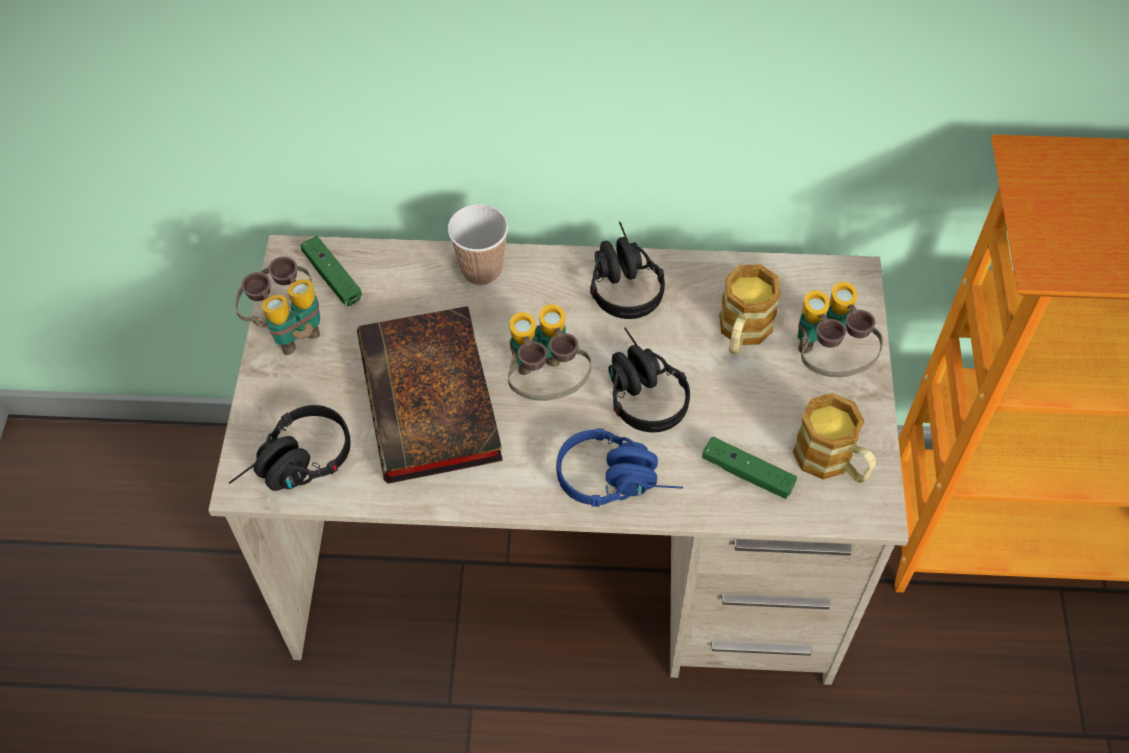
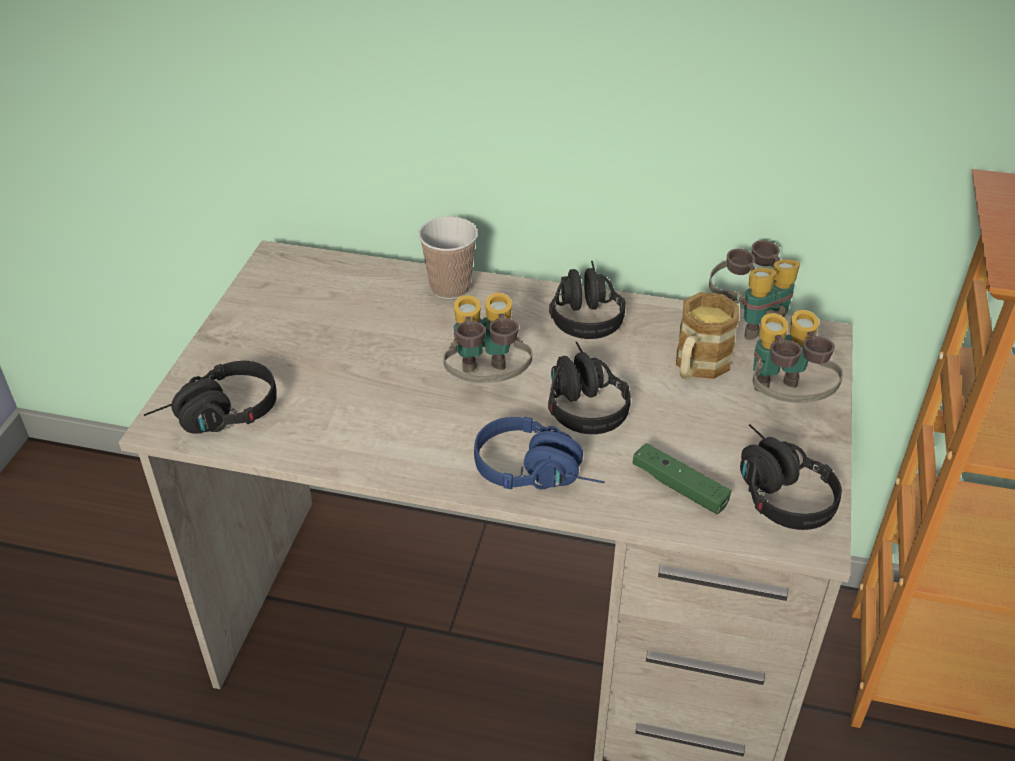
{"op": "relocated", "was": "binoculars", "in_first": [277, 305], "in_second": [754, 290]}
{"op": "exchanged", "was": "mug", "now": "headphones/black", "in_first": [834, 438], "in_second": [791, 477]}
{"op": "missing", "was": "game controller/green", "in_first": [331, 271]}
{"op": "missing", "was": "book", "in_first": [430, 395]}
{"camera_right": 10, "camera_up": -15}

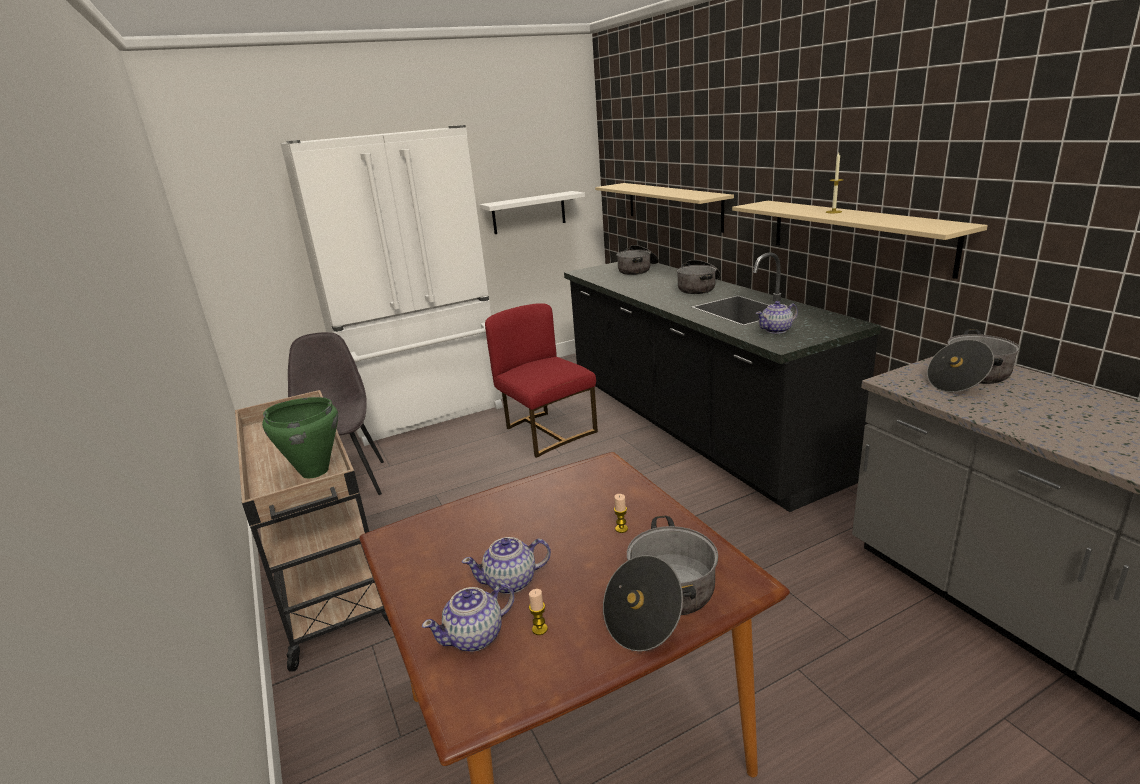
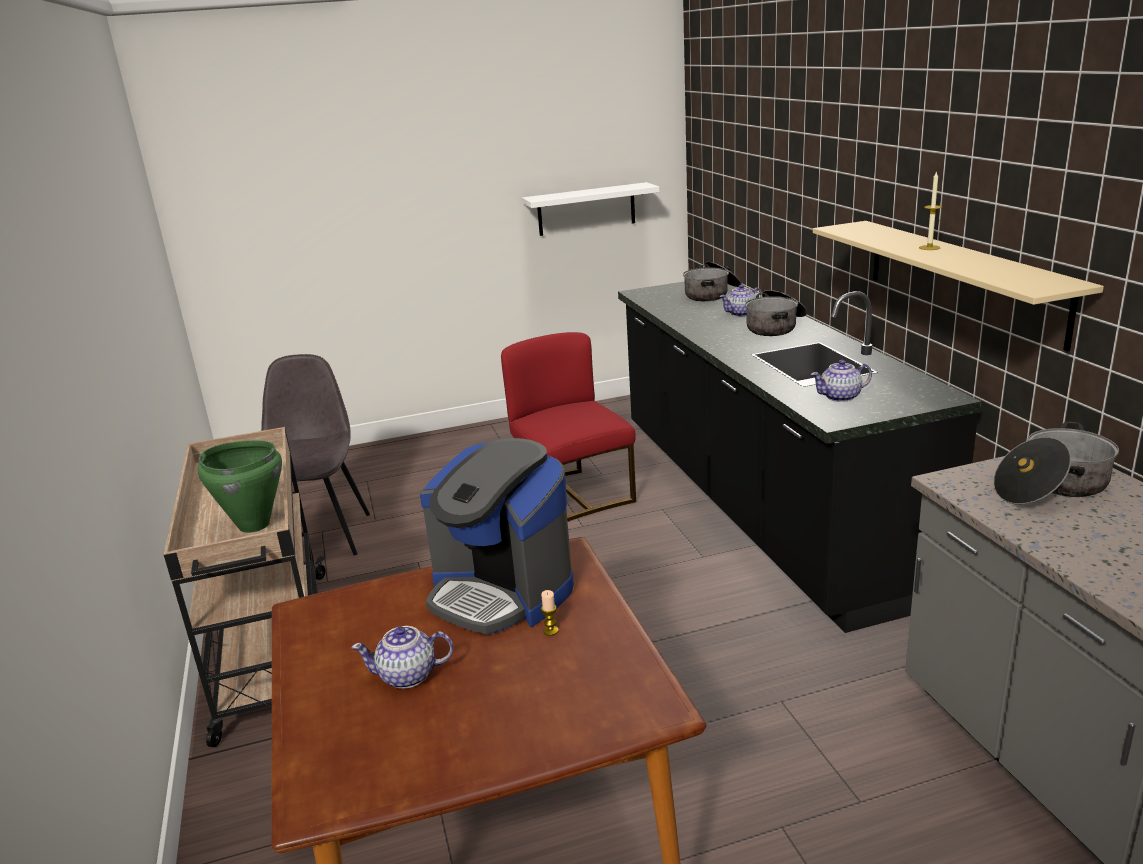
{"op": "appeared", "now": "coffee machine", "in_second": [497, 536]}
{"op": "relocated", "was": "teapot", "in_first": [468, 617], "in_second": [740, 301]}
{"op": "missing", "was": "fridge/white", "in_first": [391, 285]}
{"op": "missing", "was": "candle", "in_first": [538, 612]}
{"op": "missing", "was": "shelf/beige", "in_first": [664, 208]}
{"op": "missing", "was": "cooking pot", "in_first": [660, 584]}
{"camera_right": 10, "camera_up": 0}

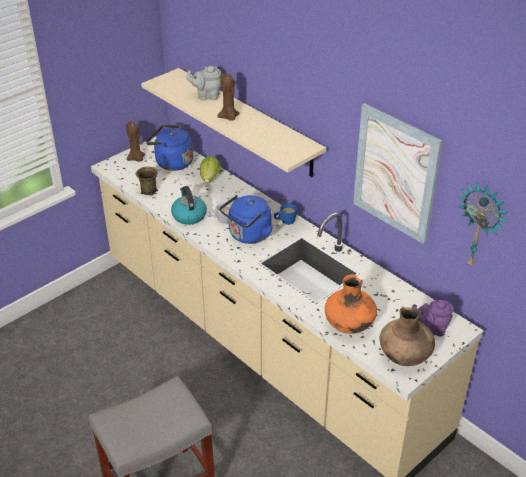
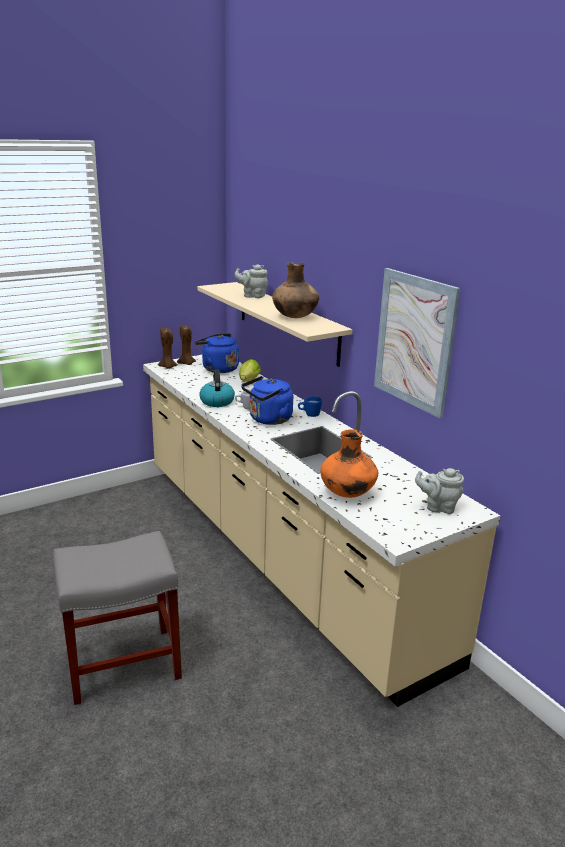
{"op": "relocated", "was": "candle/brown", "in_first": [228, 97], "in_second": [168, 348]}
{"op": "relocated", "was": "vase/brown", "in_first": [407, 336], "in_second": [295, 290]}
{"op": "colour", "was": "teapot/purple", "now": "teapot/grey", "in_first": [433, 318], "in_second": [439, 491]}
{"op": "missing", "was": "mug/brown", "in_first": [147, 181]}
{"op": "missing", "was": "wall clock", "in_first": [483, 225]}
{"camera_right": 10, "camera_up": -15}

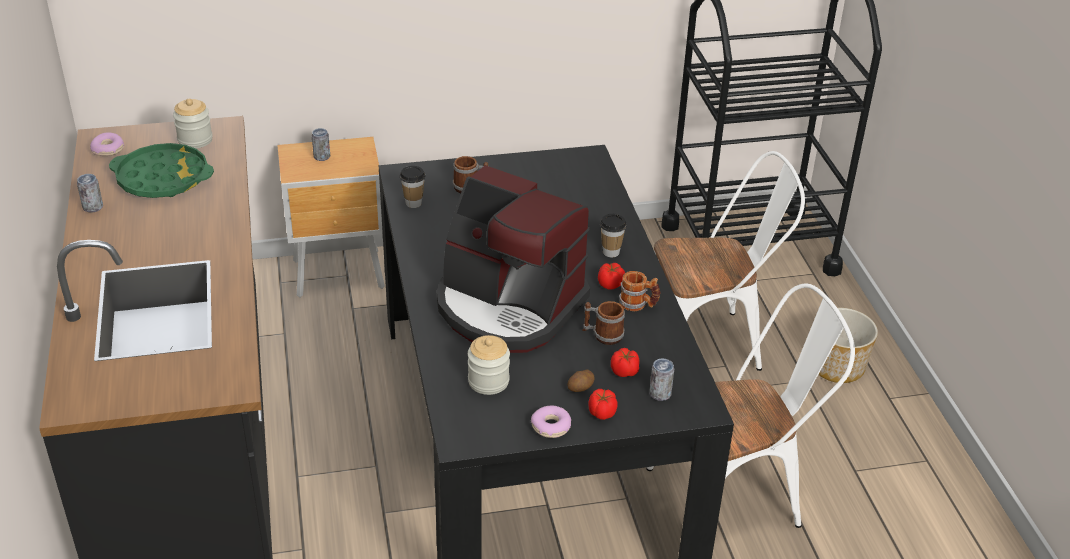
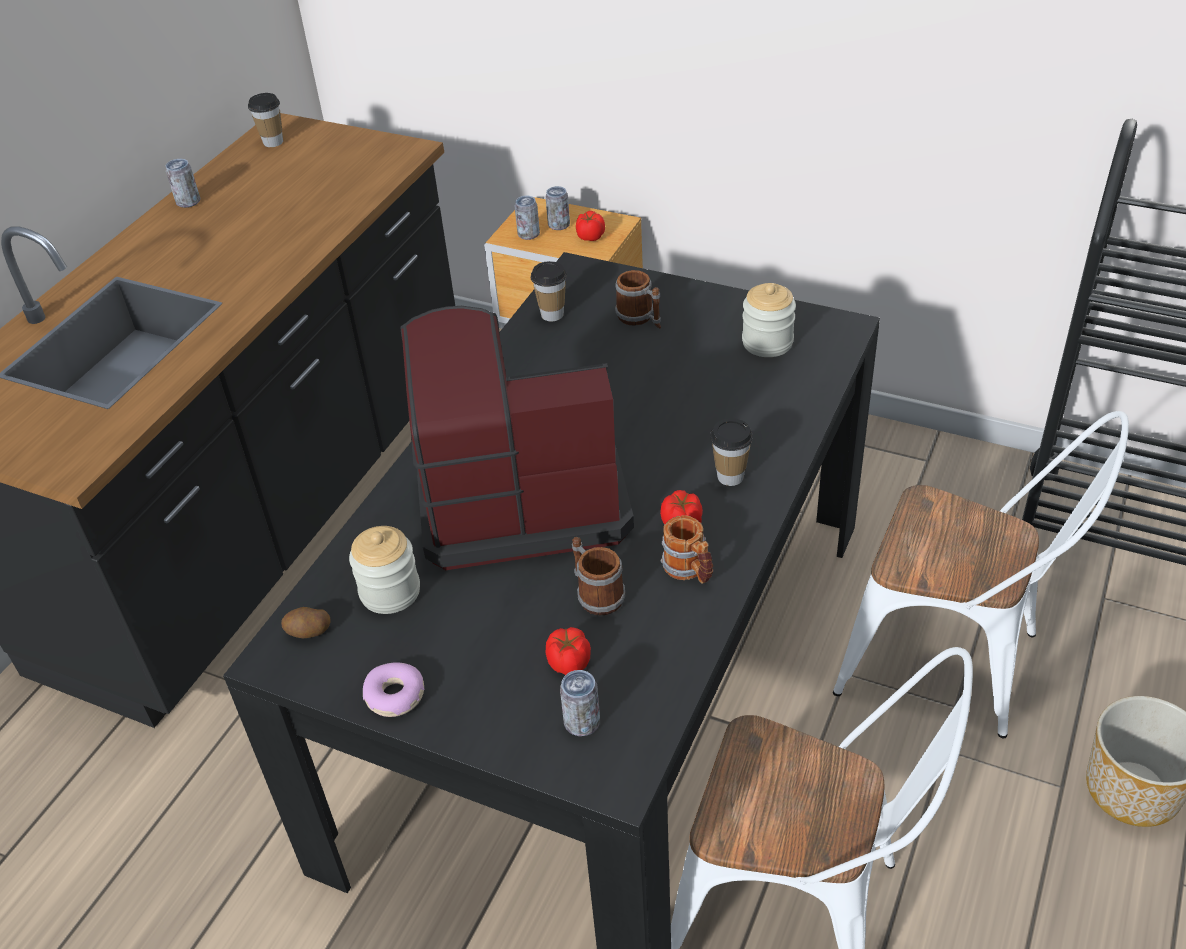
{"op": "exchanged", "was": "donut", "now": "cup", "in_first": [107, 144], "in_second": [265, 120]}
{"op": "relocated", "was": "potato", "in_first": [581, 380], "in_second": [305, 622]}
{"op": "spun", "was": "coffee machine", "in_first": [513, 259], "in_second": [517, 438], "clockwise": 105}
{"op": "appeared", "now": "can", "in_second": [527, 218]}
{"op": "relocated", "was": "tomato", "in_first": [603, 404], "in_second": [590, 226]}
{"op": "relocated", "was": "jar", "in_first": [193, 123], "in_second": [769, 320]}
{"op": "missing", "was": "tray/green", "in_first": [161, 170]}
{"camera_right": 40, "camera_up": 5}

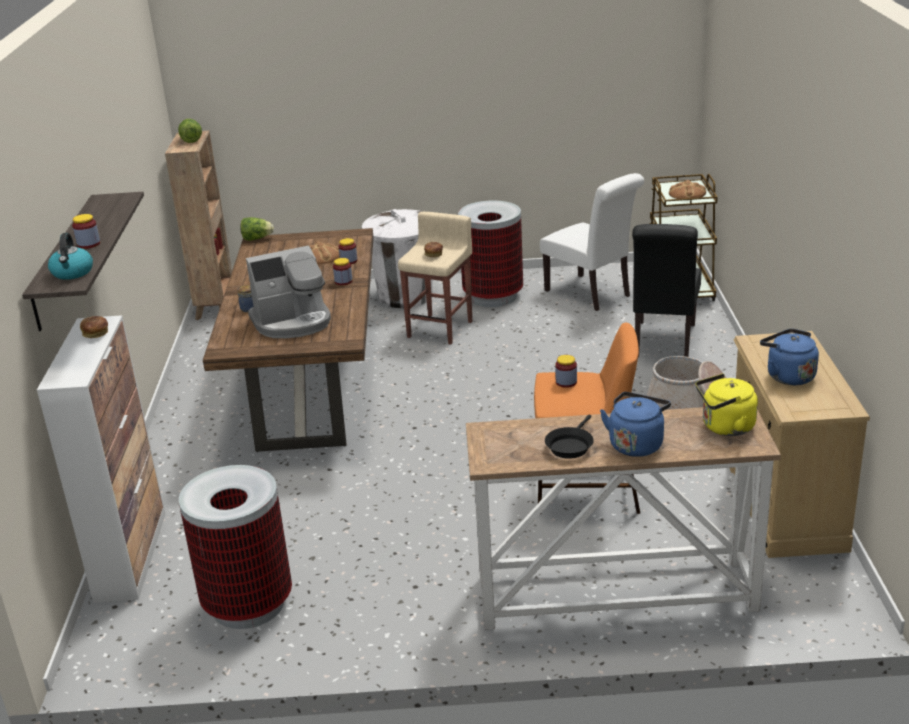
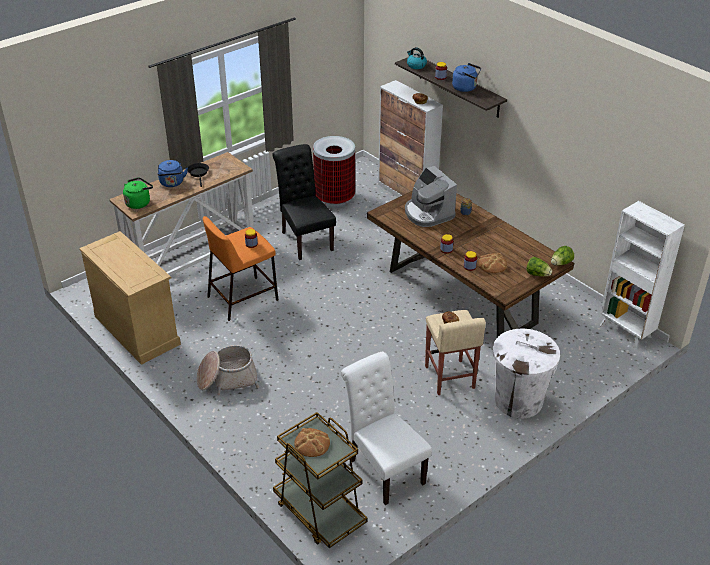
{"op": "colour", "was": "kettle/yellow", "now": "kettle/green", "in_first": [727, 405], "in_second": [138, 193]}
{"op": "relocated", "was": "chair/black", "in_first": [667, 290], "in_second": [304, 202]}
{"op": "spun", "was": "chair/white", "in_first": [592, 242], "in_second": [386, 428], "clockwise": 45}
{"op": "spun", "was": "coffee machine", "in_first": [288, 291], "in_second": [431, 196], "clockwise": -60}
{"op": "relocated", "was": "kettle/blue", "in_first": [789, 357], "in_second": [466, 77]}
{"op": "relocated", "was": "lettuce", "in_first": [190, 131], "in_second": [539, 267]}
{"op": "colour", "was": "bookcase/brown", "now": "bookcase/white", "in_first": [198, 225], "in_second": [642, 274]}
{"op": "missing", "was": "trash can", "in_first": [490, 254]}
{"camera_right": 140, "camera_up": 10}

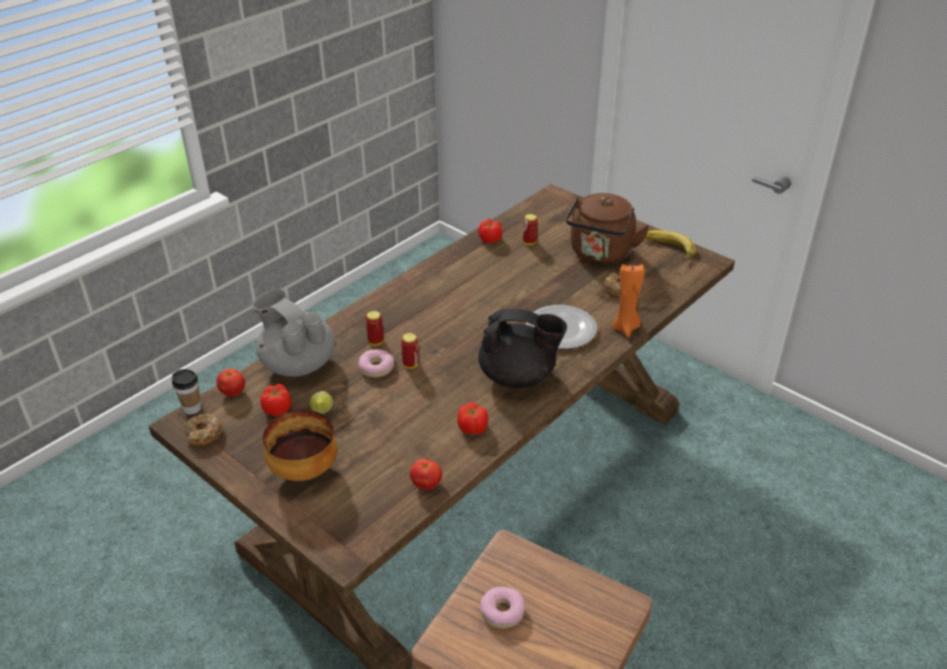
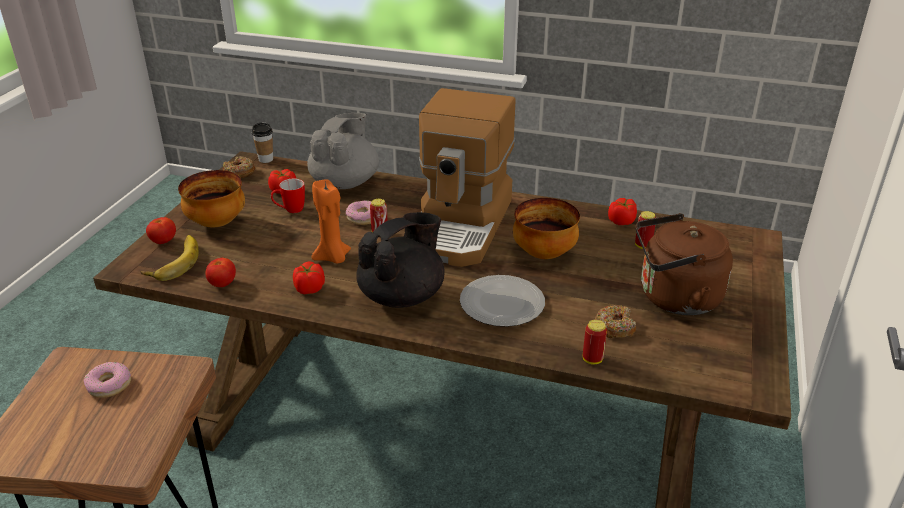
{"op": "relocated", "was": "banana", "in_first": [670, 245], "in_second": [169, 258]}
{"op": "relocated", "was": "tomato", "in_first": [230, 383], "in_second": [161, 230]}
{"op": "exchanged", "was": "lemon", "now": "mug", "in_first": [321, 402], "in_second": [288, 196]}
{"op": "relocated", "was": "candle/orange", "in_first": [628, 300], "in_second": [331, 221]}
{"op": "spun", "was": "teapot/black", "in_first": [522, 348], "in_second": [400, 260], "clockwise": -120}
{"op": "appeared", "now": "coffee machine", "in_second": [467, 177]}
{"op": "appeared", "now": "bowl", "in_second": [546, 228]}
{"op": "relocated", "was": "can", "in_first": [375, 328], "in_second": [595, 342]}
{"camera_right": 65, "camera_up": -5}

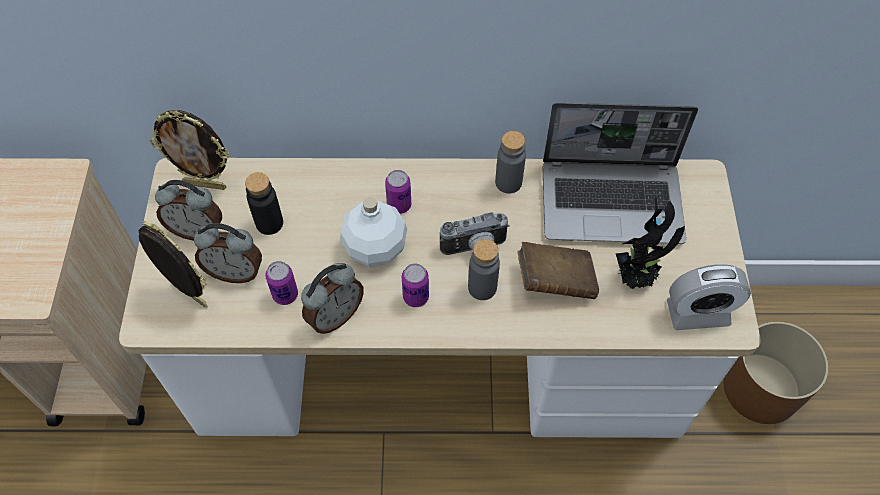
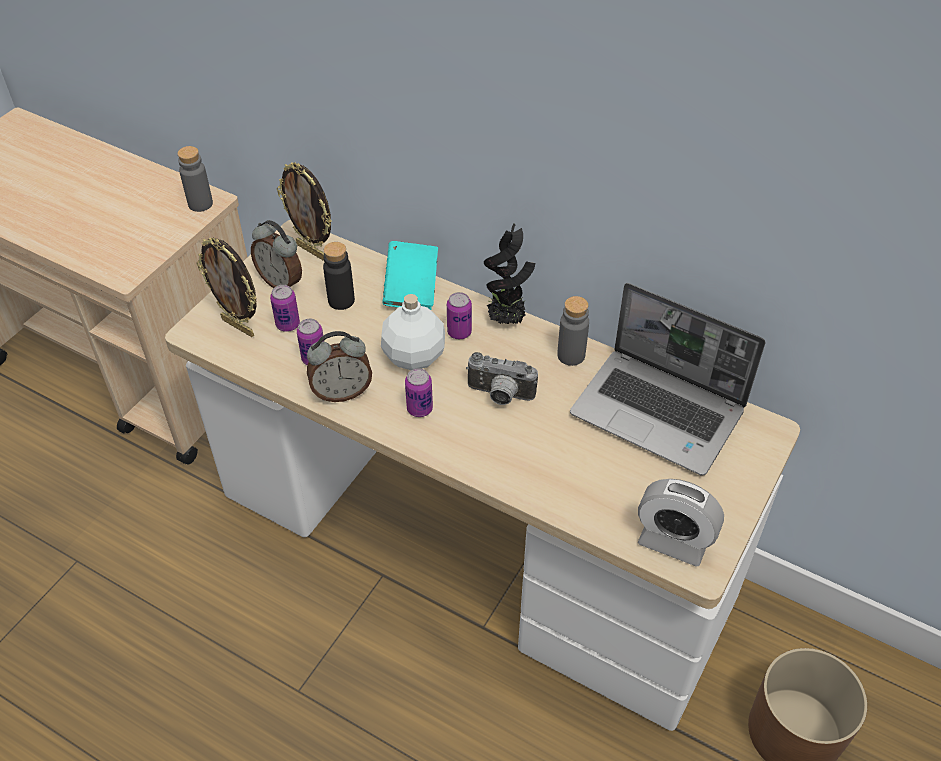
{"op": "relocated", "was": "bottle/grey", "in_first": [484, 269], "in_second": [195, 179]}
{"op": "spun", "was": "picture frame", "in_first": [173, 264], "in_second": [226, 287], "clockwise": 150}
{"op": "exchanged", "was": "alarm clock", "now": "can", "in_first": [228, 253], "in_second": [285, 308]}
{"op": "appeared", "now": "book/turquoise", "in_second": [410, 275]}
{"op": "relocated", "was": "potted plant", "in_first": [650, 243], "in_second": [510, 273]}
{"op": "missing", "was": "book/brown", "in_first": [558, 270]}
{"camera_right": 30, "camera_up": -10}

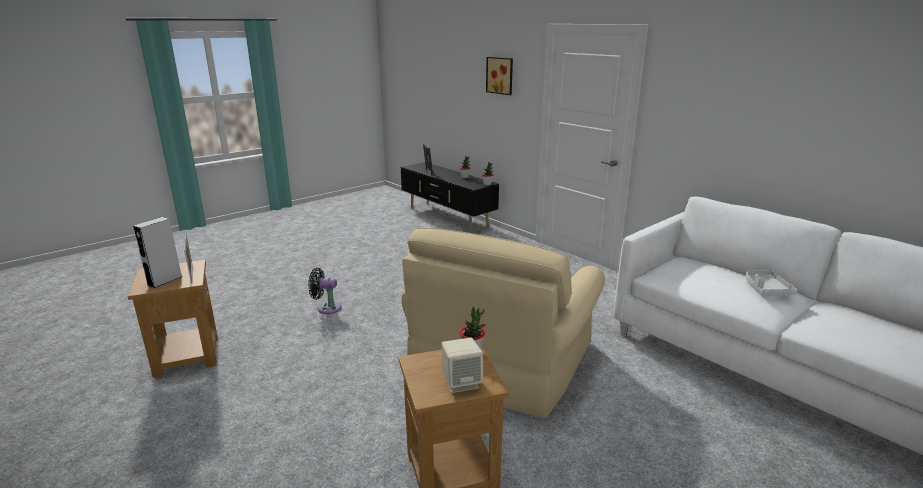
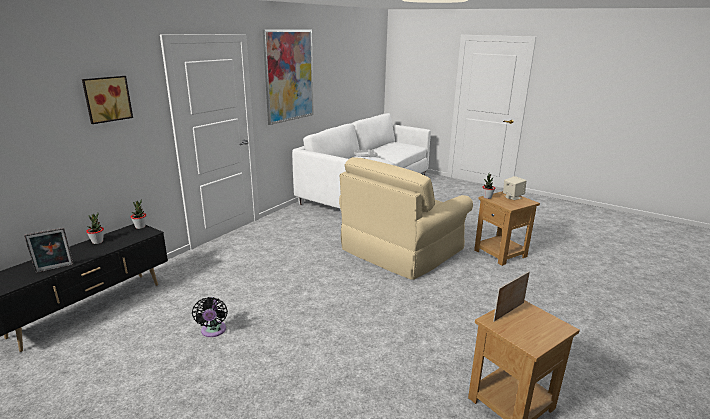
{"op": "relocated", "was": "fan/black", "in_first": [325, 291], "in_second": [210, 317]}
{"op": "appeared", "now": "picture", "in_second": [288, 77]}
{"op": "spun", "was": "armchair/beige", "in_first": [503, 323], "in_second": [406, 218], "clockwise": 120}
{"op": "missing", "was": "speaker/grey", "in_first": [157, 252]}
{"camera_right": -105, "camera_up": 0}

